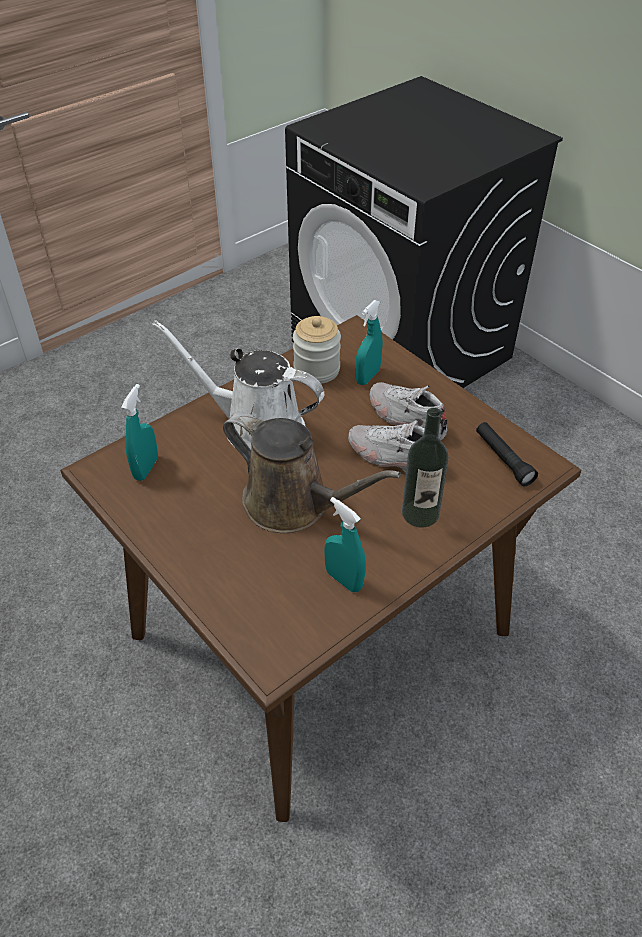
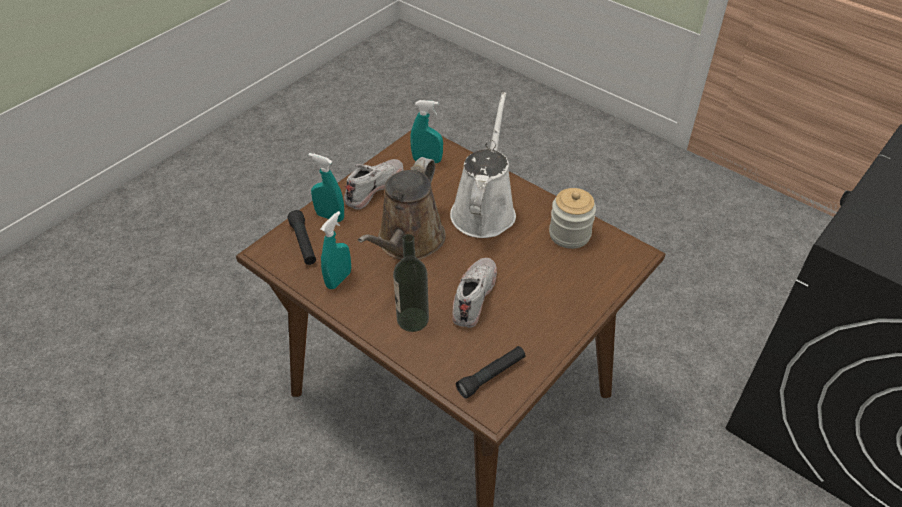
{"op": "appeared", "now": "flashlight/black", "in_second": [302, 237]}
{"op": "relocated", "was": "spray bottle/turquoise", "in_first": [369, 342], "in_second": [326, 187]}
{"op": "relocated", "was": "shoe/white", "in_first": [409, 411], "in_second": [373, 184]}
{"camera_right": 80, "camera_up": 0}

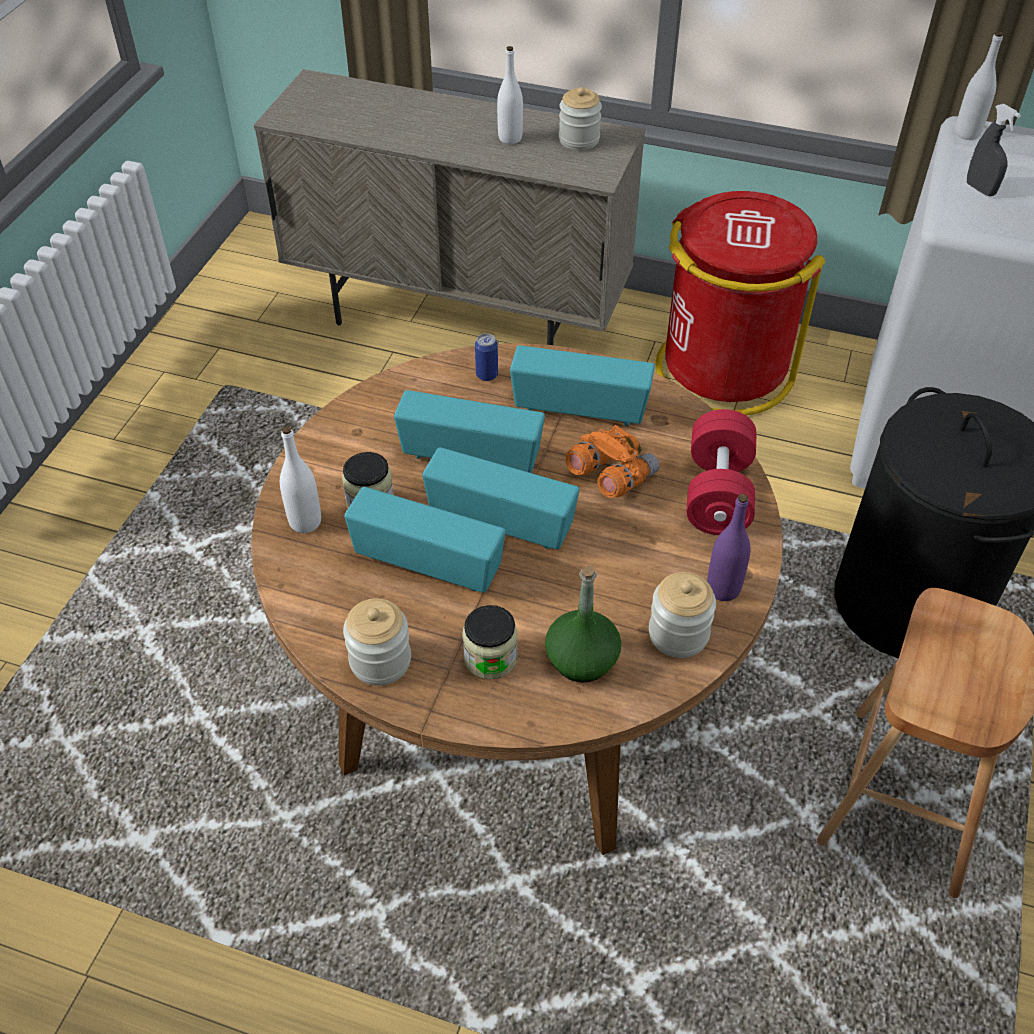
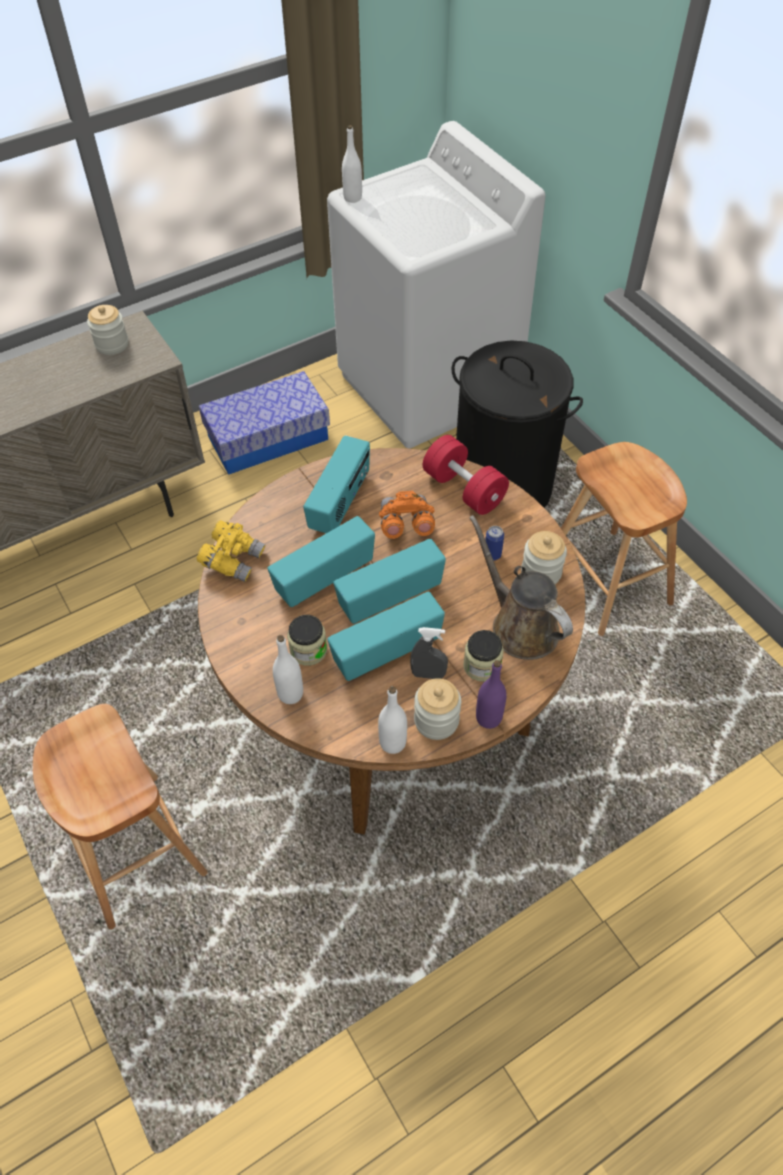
{"op": "appeared", "now": "stool/brown", "in_second": [120, 817]}
{"op": "appeared", "now": "binoculars/yellow", "in_second": [231, 551]}
{"op": "exchanged", "was": "trash can/red", "now": "storage box", "in_first": [740, 303], "in_second": [264, 423]}
{"op": "spun", "was": "radio", "in_first": [582, 385], "in_second": [336, 484], "clockwise": 150}
{"op": "relocated", "was": "bottle/white", "in_first": [510, 95], "in_second": [392, 720]}
{"op": "relocated", "was": "spray bottle/grey", "in_first": [994, 150], "in_second": [429, 653]}
{"op": "exchanged", "was": "bottle/green", "now": "watering can/brown", "in_first": [583, 624], "in_second": [521, 587]}
{"op": "relocated", "was": "bottle/purple", "in_first": [729, 547], "in_second": [491, 694]}
{"op": "relocated", "was": "can", "in_first": [486, 357], "in_second": [494, 543]}
{"camera_right": -50, "camera_up": 5}

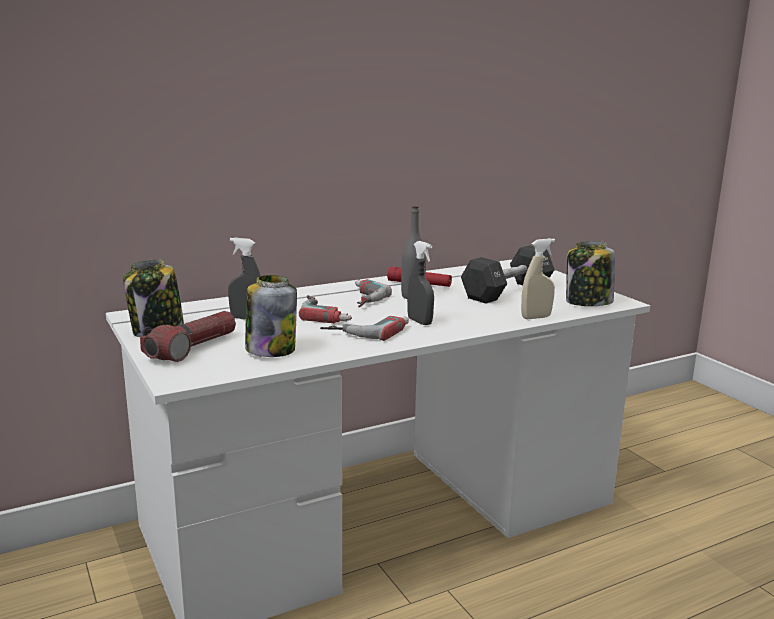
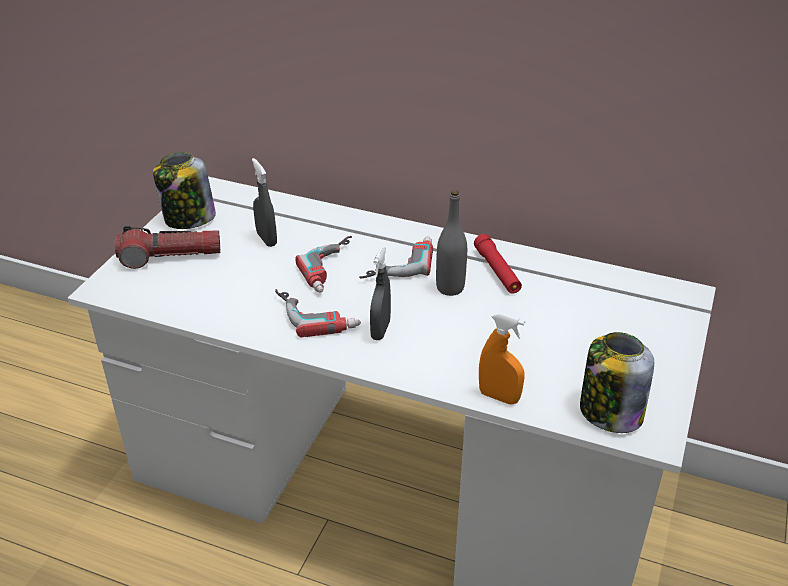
{"op": "colour", "was": "spray bottle/beige", "now": "spray bottle/orange", "in_first": [538, 278], "in_second": [502, 358]}
{"op": "missing", "was": "jar", "in_first": [271, 316]}
{"op": "missing", "was": "dumbbell/black", "in_first": [508, 274]}
{"camera_right": 50, "camera_up": 20}

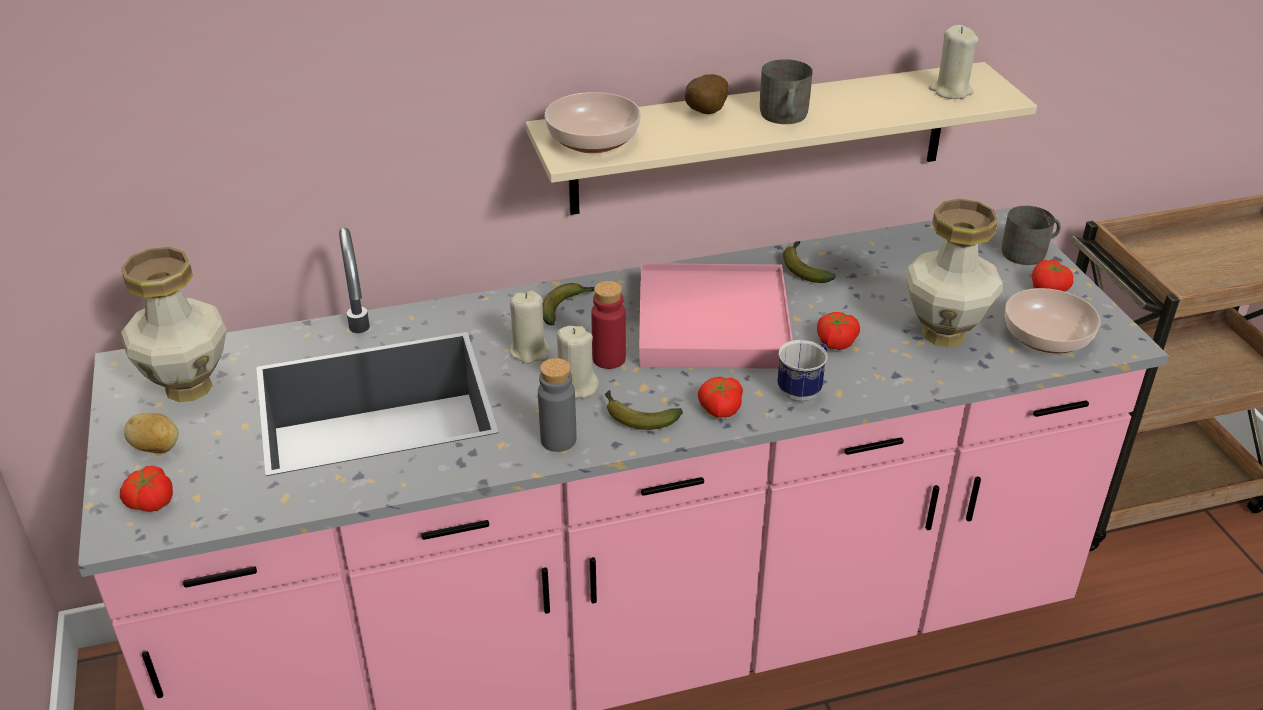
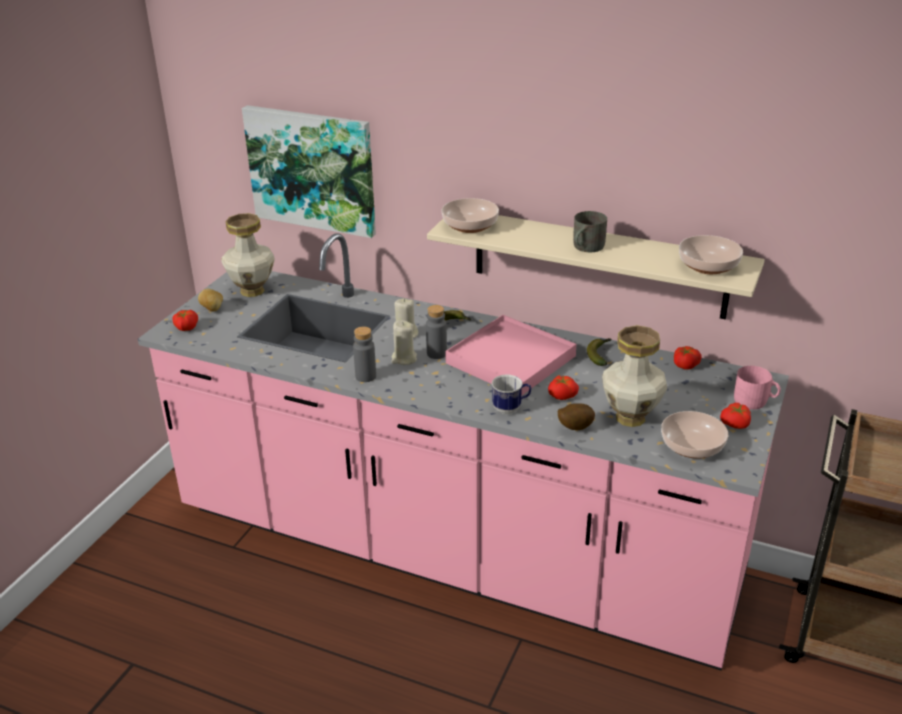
{"op": "appeared", "now": "picture", "in_second": [309, 171]}
{"op": "colour", "was": "bottle/red", "now": "bottle/grey", "in_first": [608, 325], "in_second": [436, 332]}
{"op": "relocated", "was": "potato", "in_first": [707, 94], "in_second": [576, 417]}
{"op": "relocated", "was": "tomato", "in_first": [720, 397], "in_second": [688, 357]}
{"op": "exchanged", "was": "candle/beige", "now": "bowl", "in_first": [954, 62], "in_second": [711, 254]}
{"op": "colour", "was": "mug/grey", "now": "mug/pink", "in_first": [1031, 235], "in_second": [757, 388]}
{"op": "missing", "was": "banana", "in_first": [644, 410]}
{"camera_right": 40, "camera_up": -5}

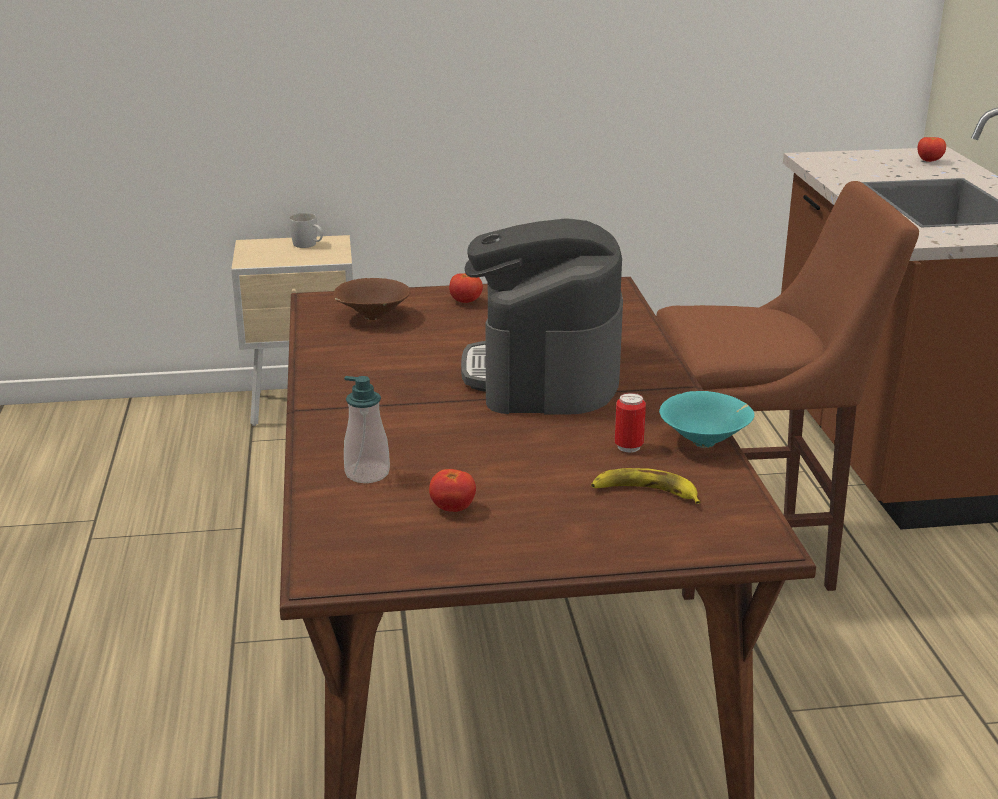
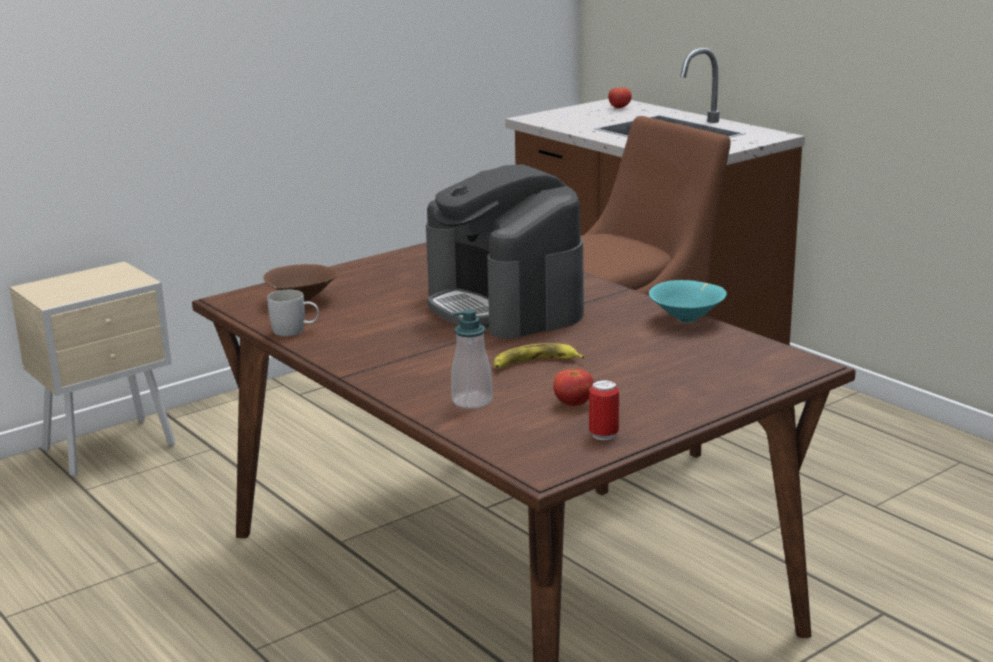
{"op": "relocated", "was": "mug/white", "in_first": [306, 230], "in_second": [293, 313]}
{"op": "relocated", "was": "banana", "in_first": [645, 486], "in_second": [539, 355]}
{"op": "relocated", "was": "can", "in_first": [630, 423], "in_second": [604, 409]}
{"op": "missing", "was": "tomato", "in_first": [466, 288]}
{"camera_right": -30, "camera_up": -5}

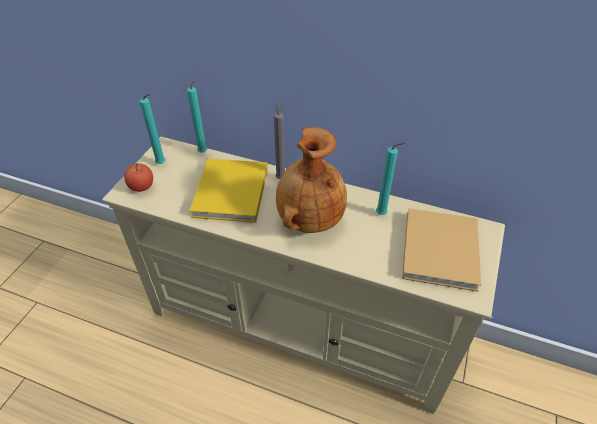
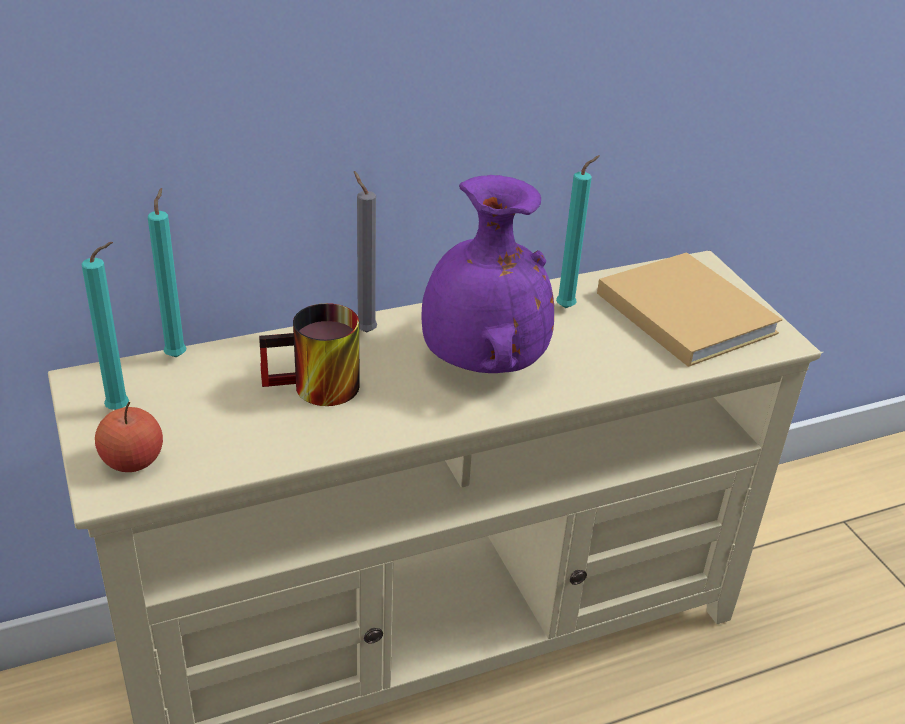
{"op": "exchanged", "was": "book/yellow", "now": "mug", "in_first": [228, 190], "in_second": [309, 354]}
{"op": "colour", "was": "vase/brown", "now": "vase/purple", "in_first": [311, 180], "in_second": [488, 274]}
{"camera_right": -45, "camera_up": -10}

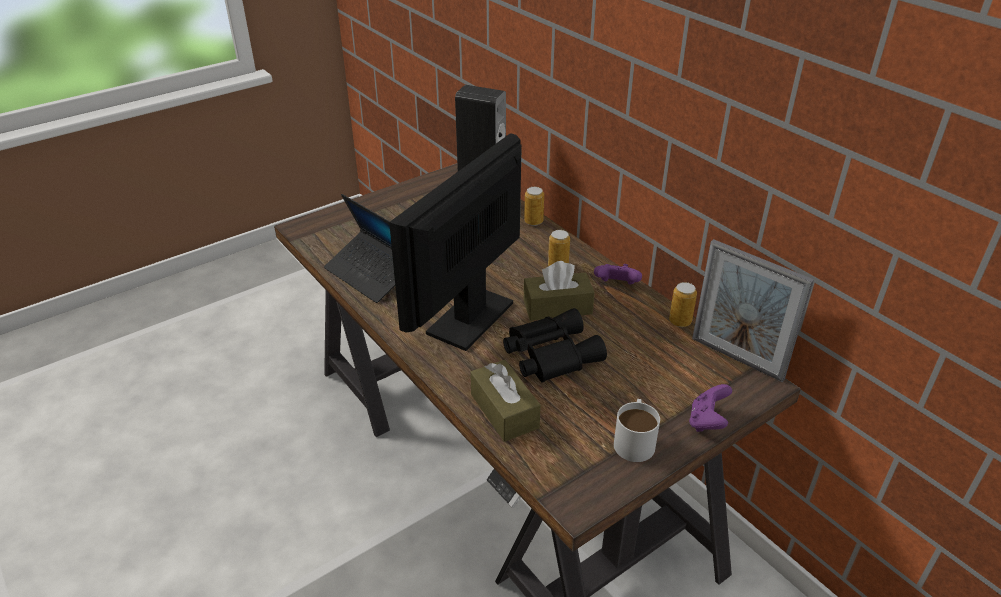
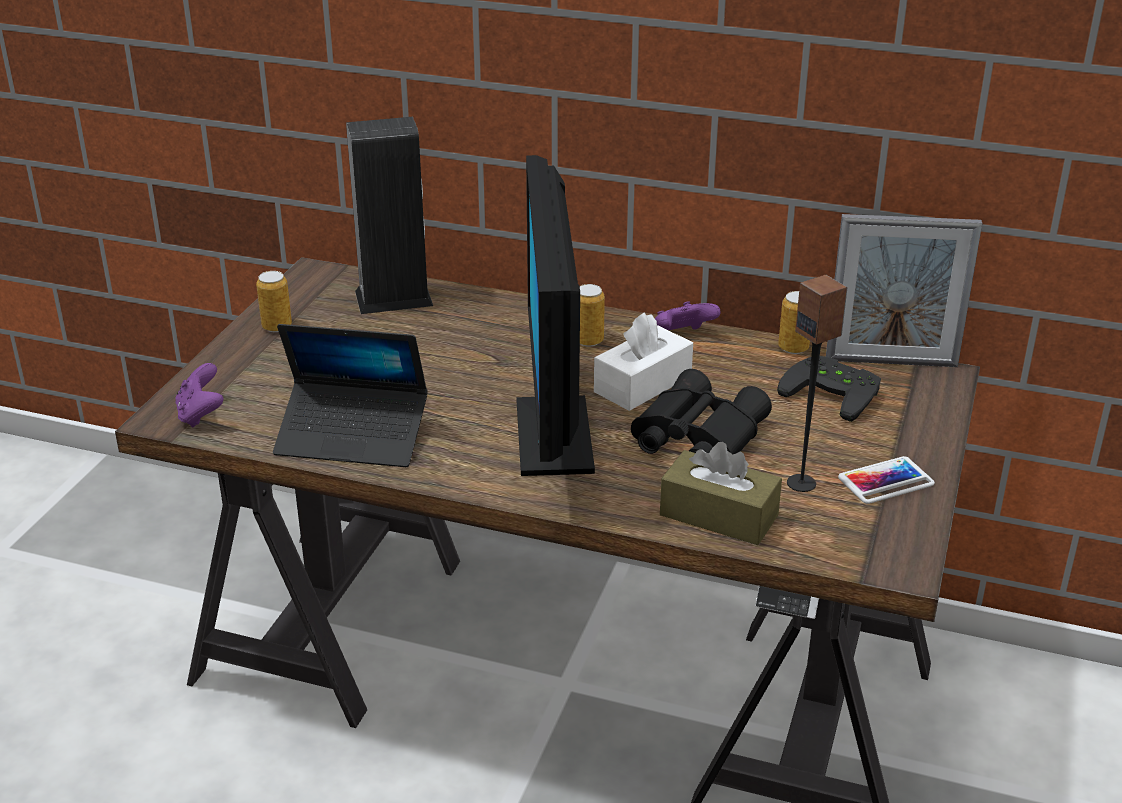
{"op": "relocated", "was": "game controller/purple", "in_first": [710, 408], "in_second": [199, 395]}
{"op": "relocated", "was": "can", "in_first": [534, 206], "in_second": [274, 301]}
{"op": "colour", "was": "tissue box/brown", "now": "tissue box/white", "in_first": [559, 291], "in_second": [643, 361]}
{"op": "appeared", "now": "game controller/black", "in_second": [829, 389]}
{"op": "appeared", "now": "speaker", "in_second": [817, 383]}
{"op": "exchanged", "was": "mug/white", "now": "phone", "in_first": [637, 430], "in_second": [886, 480]}
{"camera_right": -35, "camera_up": -5}

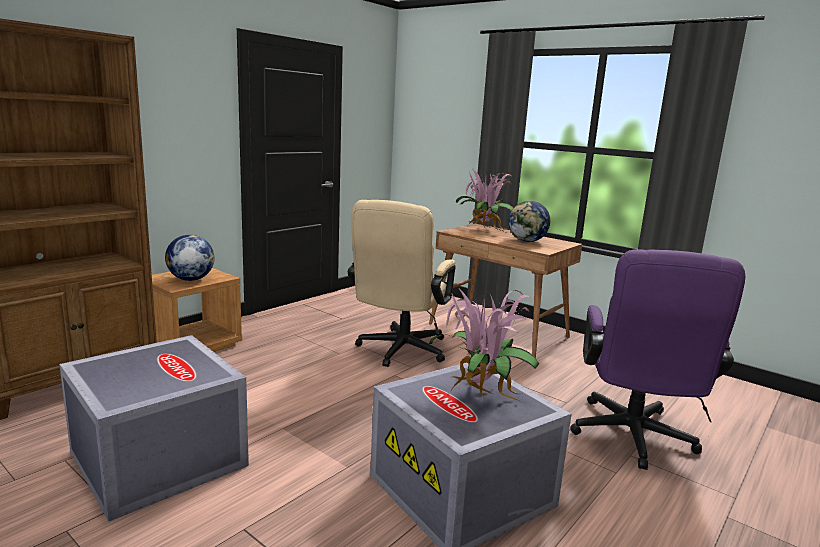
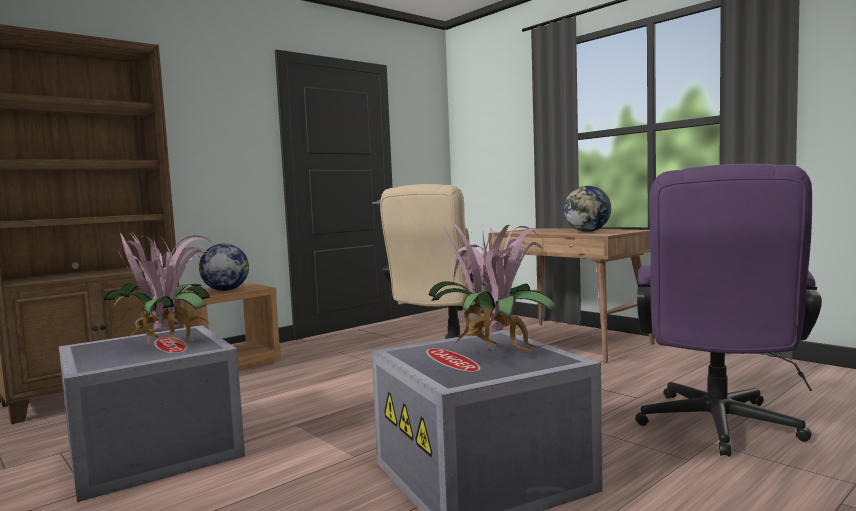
{"op": "relocated", "was": "potted plant", "in_first": [484, 201], "in_second": [158, 288]}
{"camera_right": 10, "camera_up": -10}

